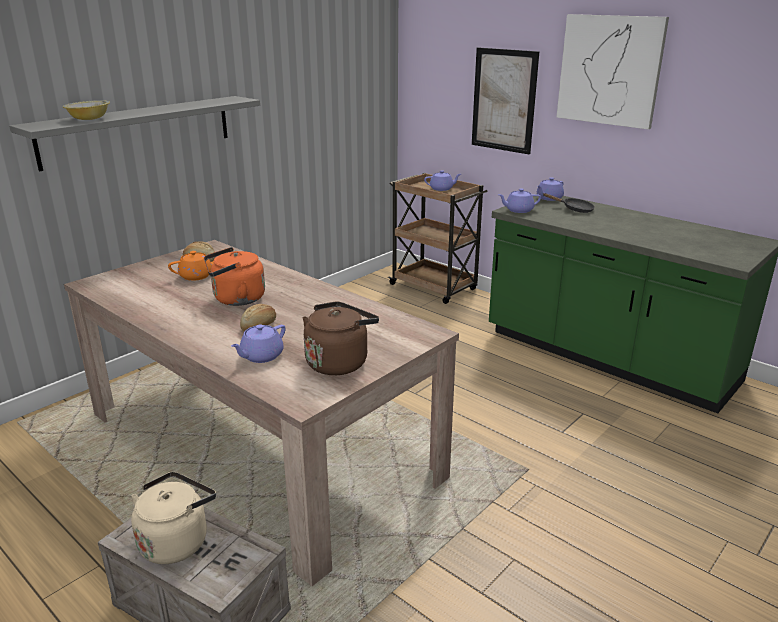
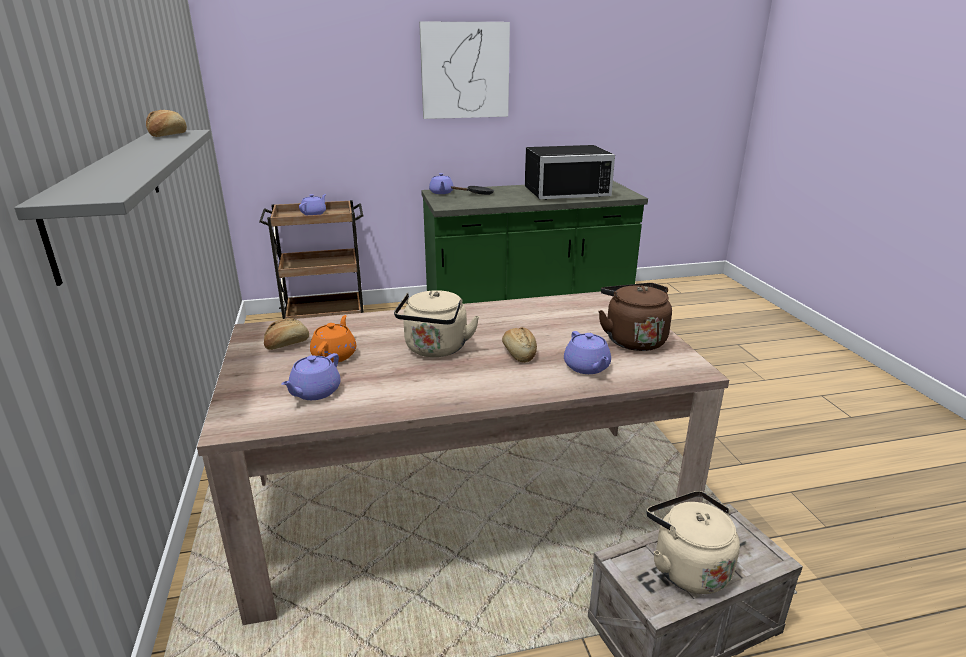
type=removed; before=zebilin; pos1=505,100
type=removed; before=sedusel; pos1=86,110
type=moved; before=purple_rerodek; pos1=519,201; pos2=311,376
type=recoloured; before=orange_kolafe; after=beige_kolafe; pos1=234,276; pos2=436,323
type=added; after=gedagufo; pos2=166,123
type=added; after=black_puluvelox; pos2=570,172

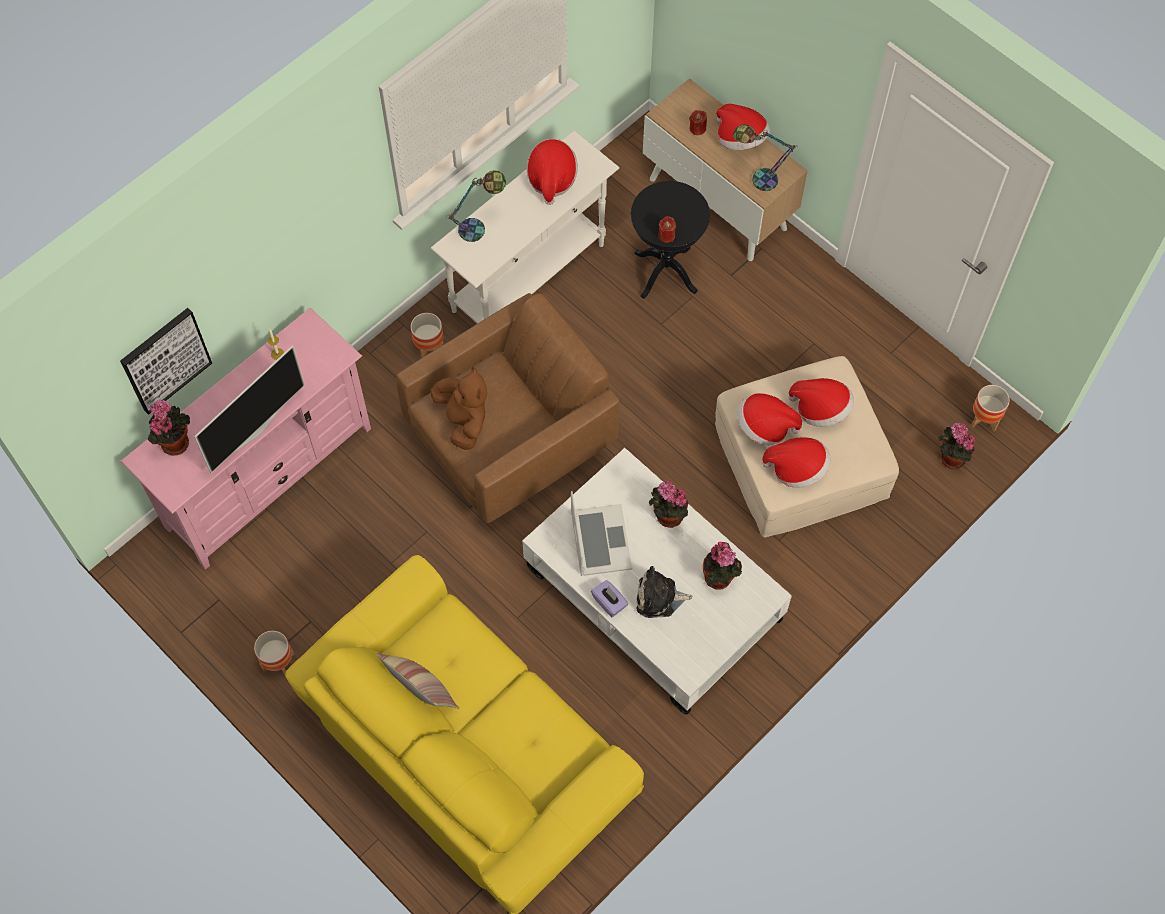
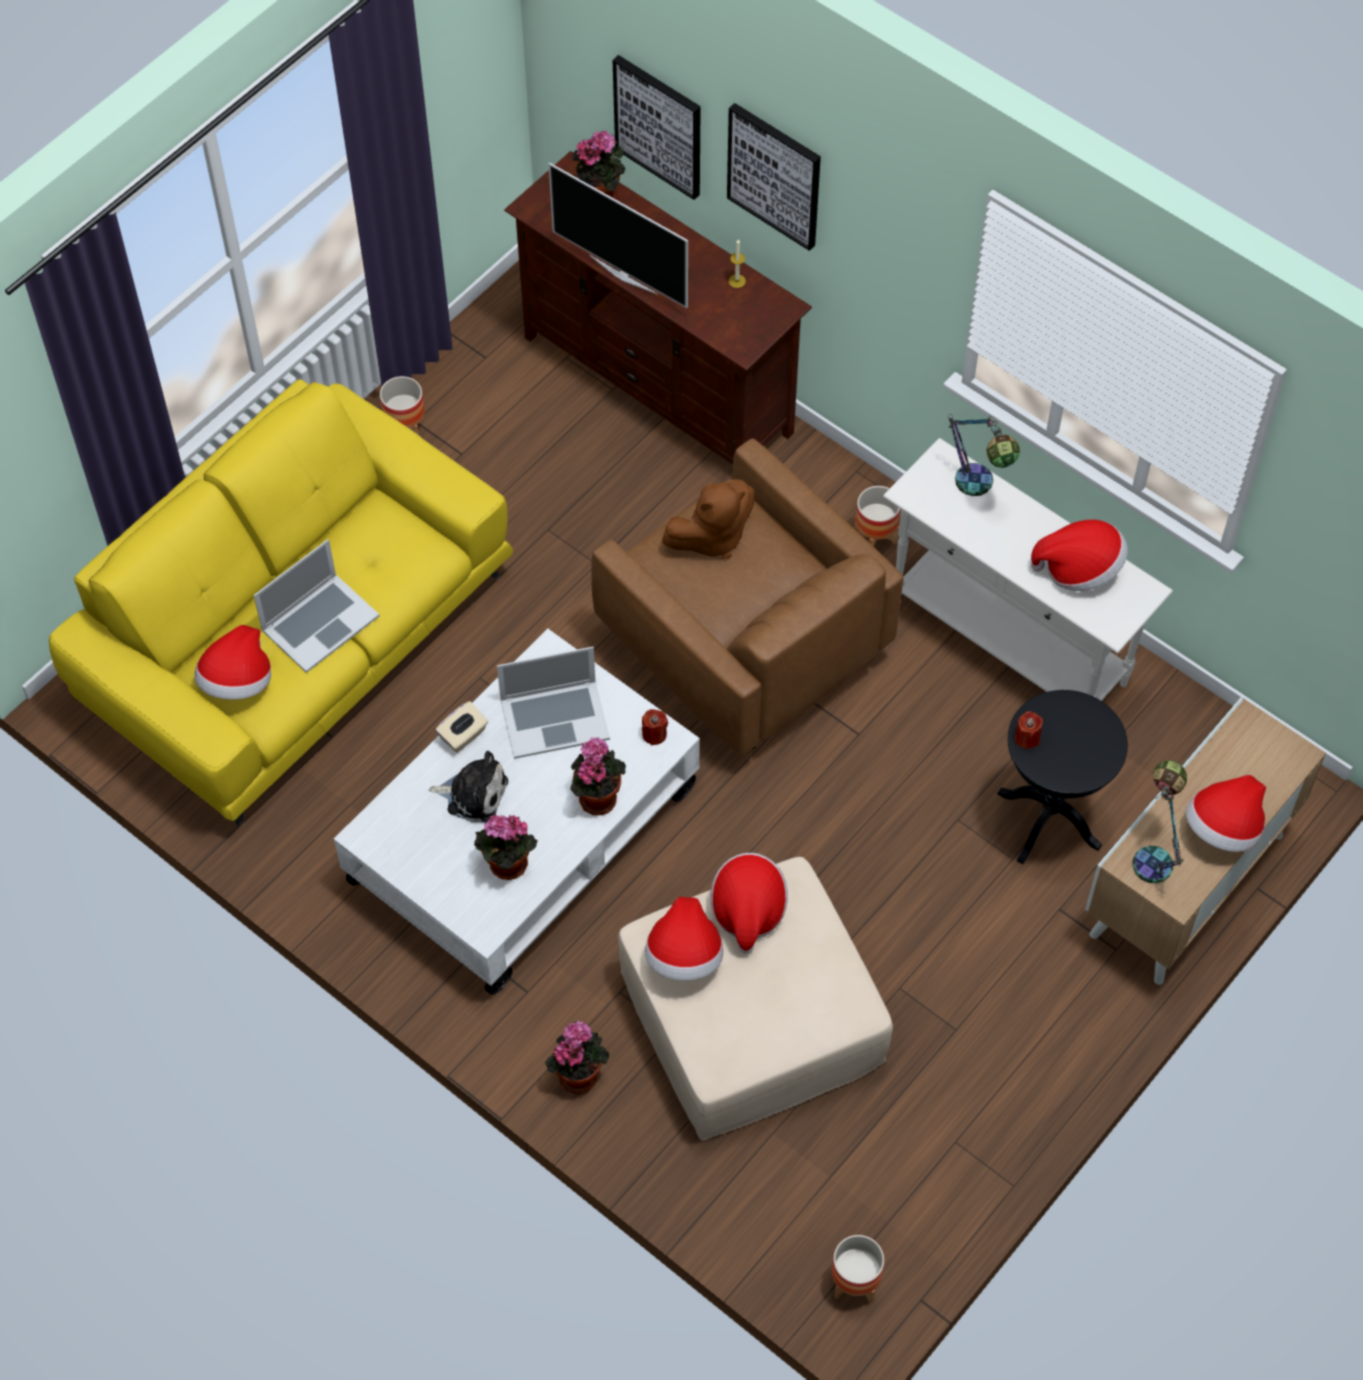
type=moved; before=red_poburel; pos1=698,122; pos2=655,727
type=recoloured; before=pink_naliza; after=brown_naliza; pos1=245,438; pos2=658,308
type=moved; before=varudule; pos1=821,402; pos2=233,662
type=moved; before=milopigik; pos1=956,446; pos2=577,1057
type=turned; before=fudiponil; pos1=664,592; pos2=468,787; turn=105
type=recoloured; before=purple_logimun; after=beige_logimun; pos1=609,599; pos2=461,727
type=removed; before=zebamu; pos1=418,681
type=added; after=zebilin; pos2=774,177
type=added; after=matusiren; pos2=316,606

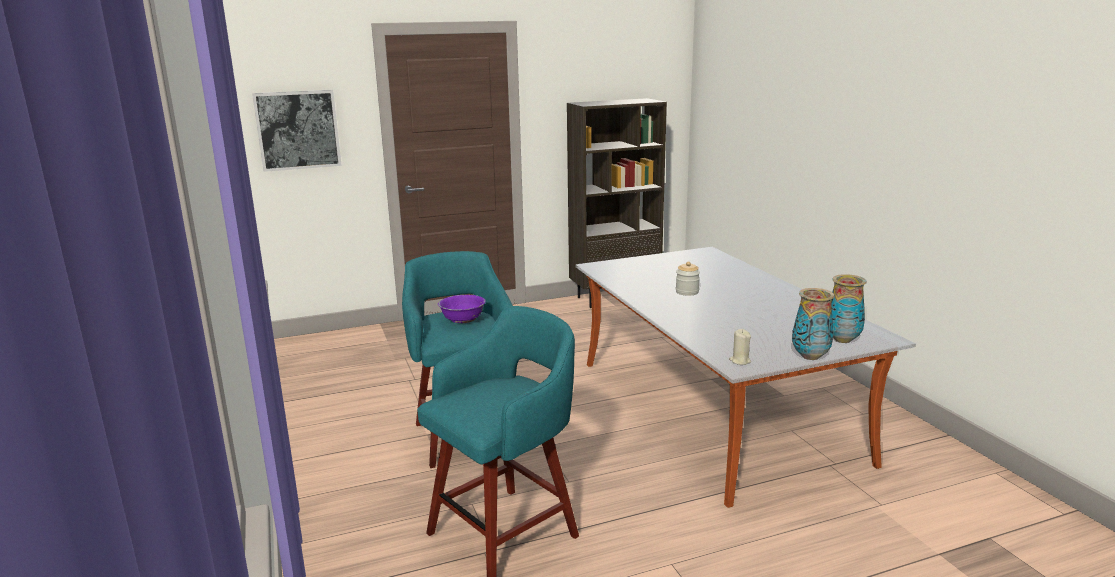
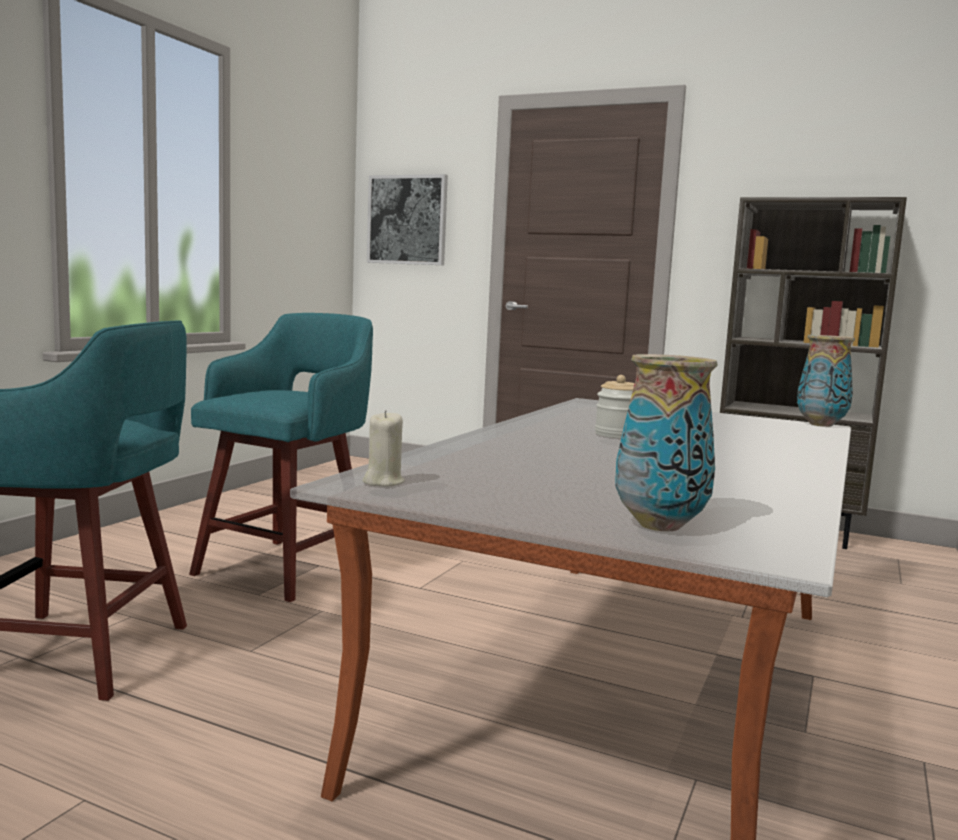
type=moved; before=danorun; pos1=813,324; pos2=826,381
type=removed; before=purple_sedusel; pos1=462,309

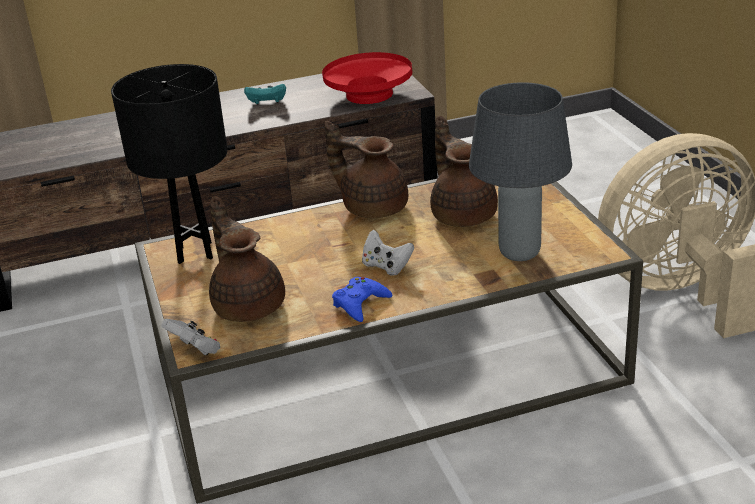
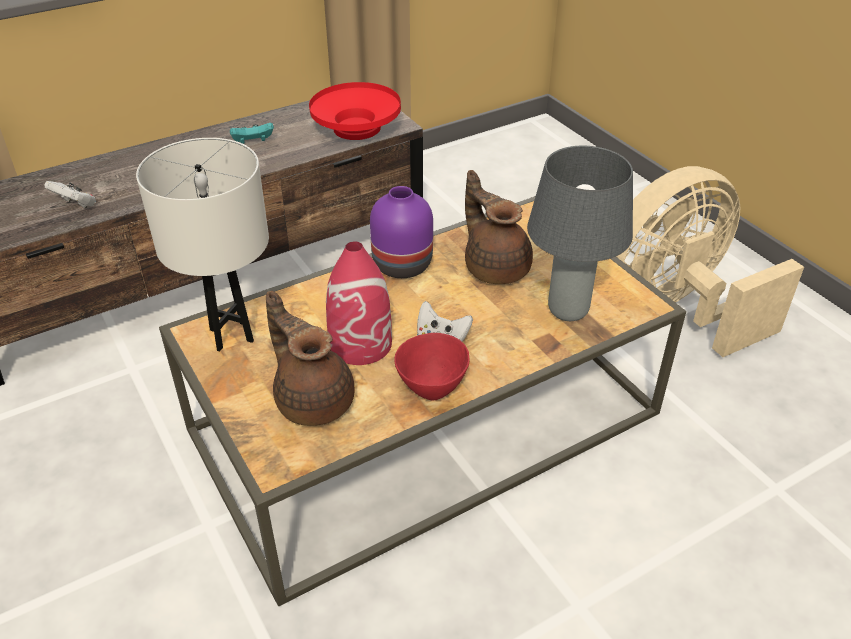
type=recoloured; before=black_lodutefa; after=white_lodutefa; pos1=169,164; pos2=202,245
type=replaced; before=brown_rerodek; after=purple_danorun; pos1=366,170; pos2=401,232
type=replaced; before=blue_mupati; after=red_sedusel; pos1=362,299; pos2=432,366
type=moved; before=white_mupati; pos1=191,337; pos2=70,194
type=added; after=red_danorun; pos2=359,303

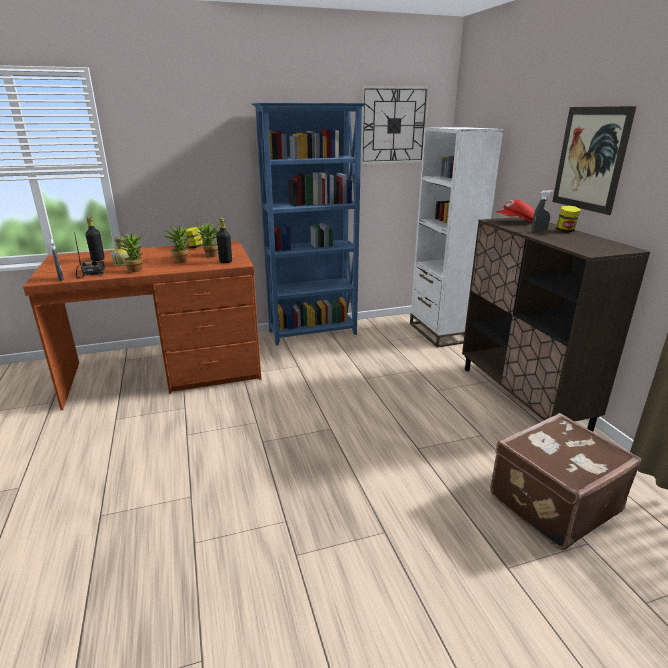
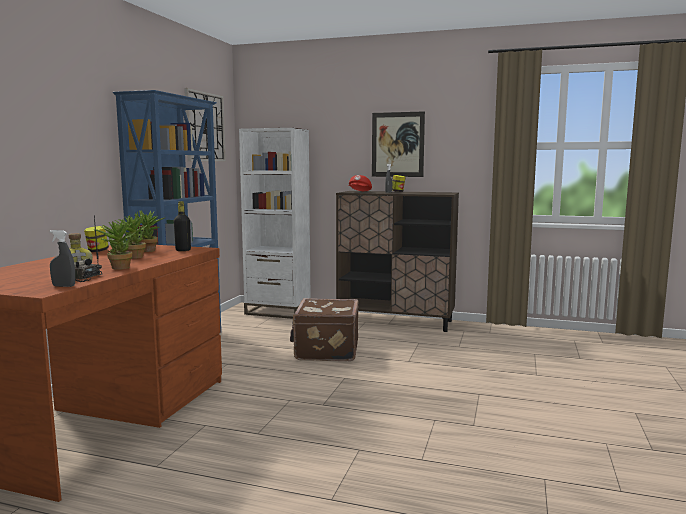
type=removed; before=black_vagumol; pos1=95,239
type=moved; before=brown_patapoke; pos1=565,481; pos2=324,329

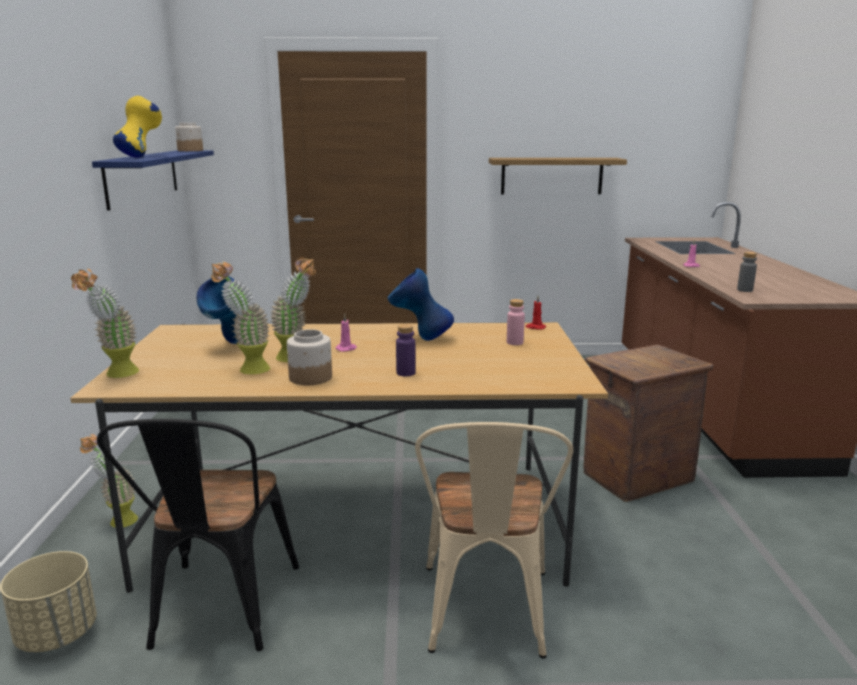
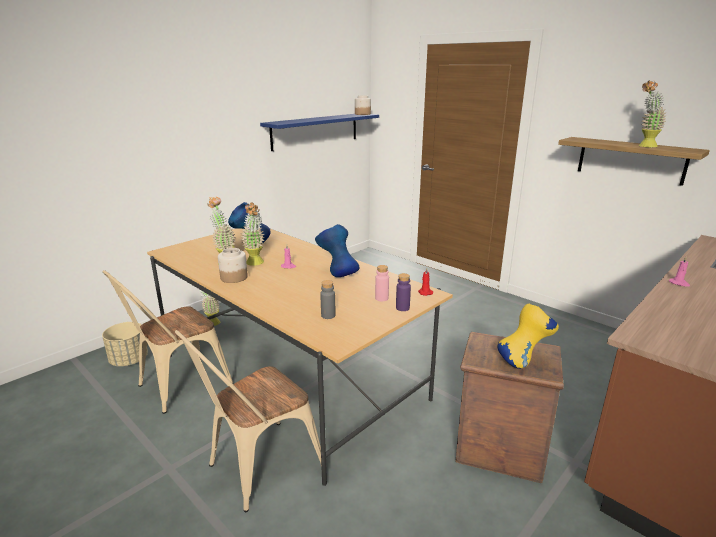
type=moved; before=yellow_danorun; pos1=137,127; pos2=528,336
type=moved; before=grey_vagumol; pos1=747,272; pos2=328,299
type=moved; before=milopigik; pos1=105,323; pos2=652,113
type=moved; before=purple_vagumol; pos1=406,350; pos2=403,292
type=recoloured; before=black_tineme; after=beige_tineme; pos1=198,535; pos2=168,342

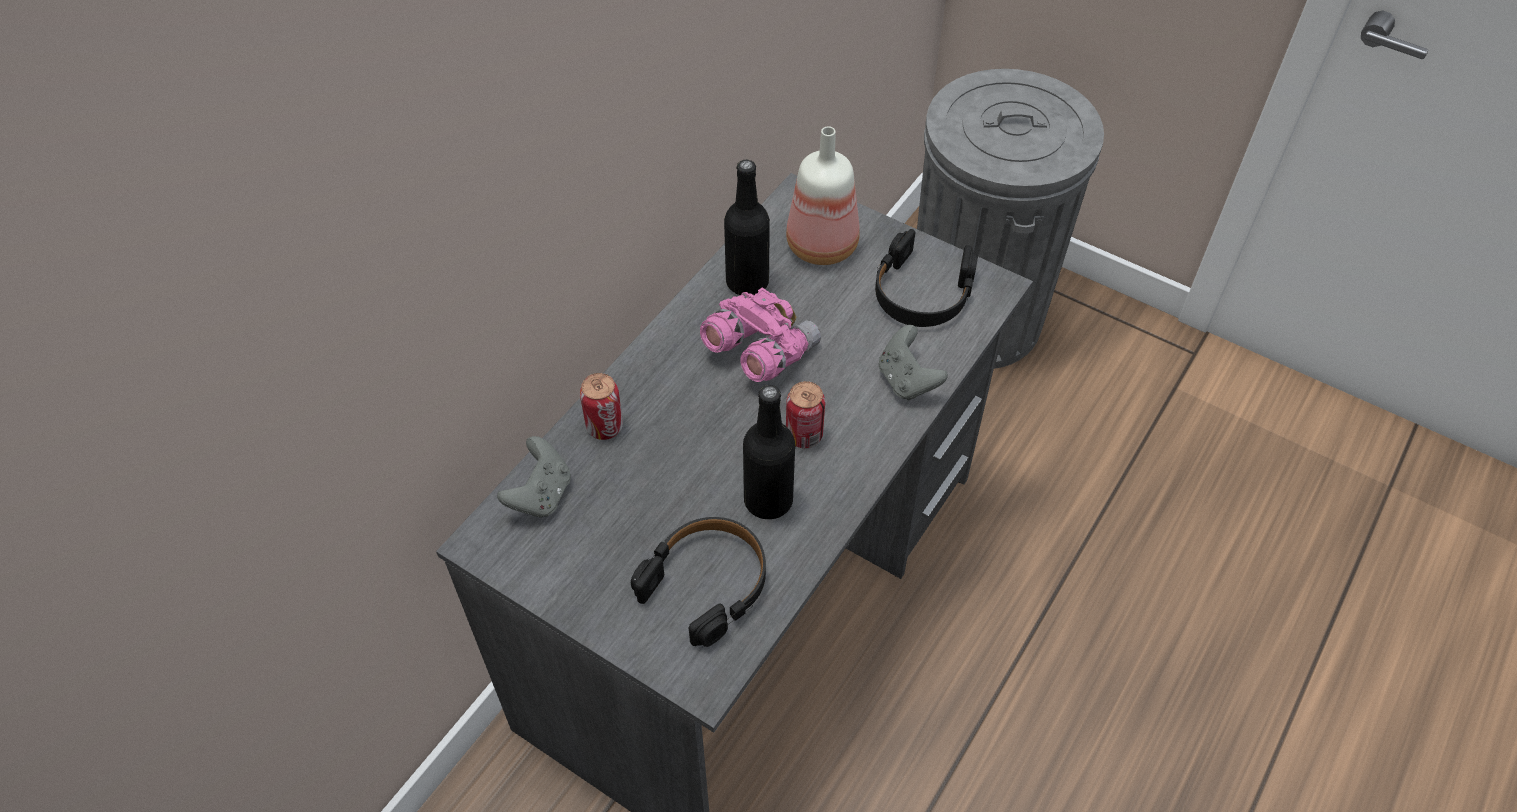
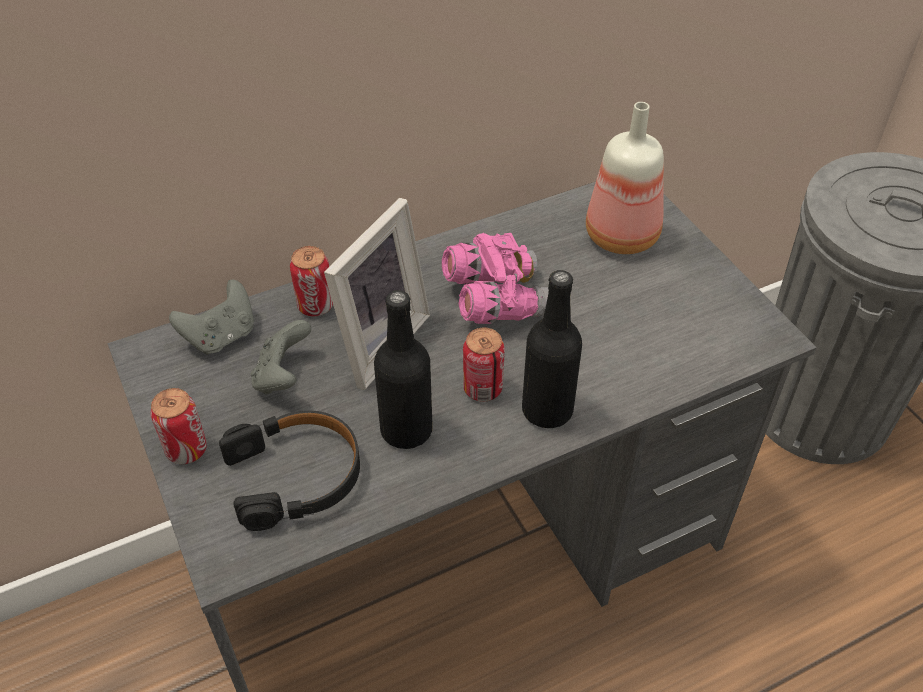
type=moved; before=black_vagumol; pos1=747,227; pos2=552,349
type=removed; before=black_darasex; pos1=926,278
type=moved; before=grey_mupati; pos1=913,362; pos2=280,357
type=added; after=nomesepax; pos2=377,294
type=added; after=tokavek; pos2=179,426

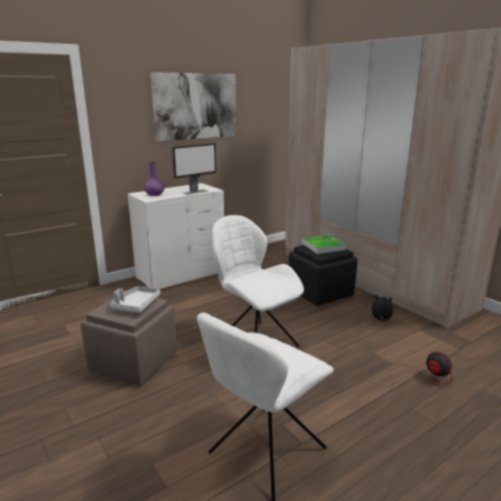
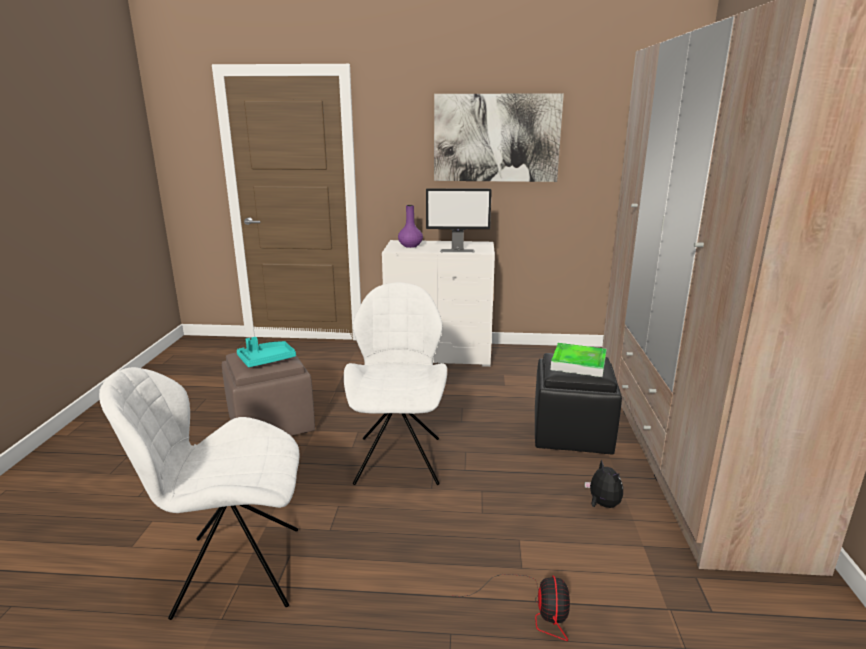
type=recoloured; before=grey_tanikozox; after=turquoise_tanikozox; pos1=135,299; pos2=266,352

